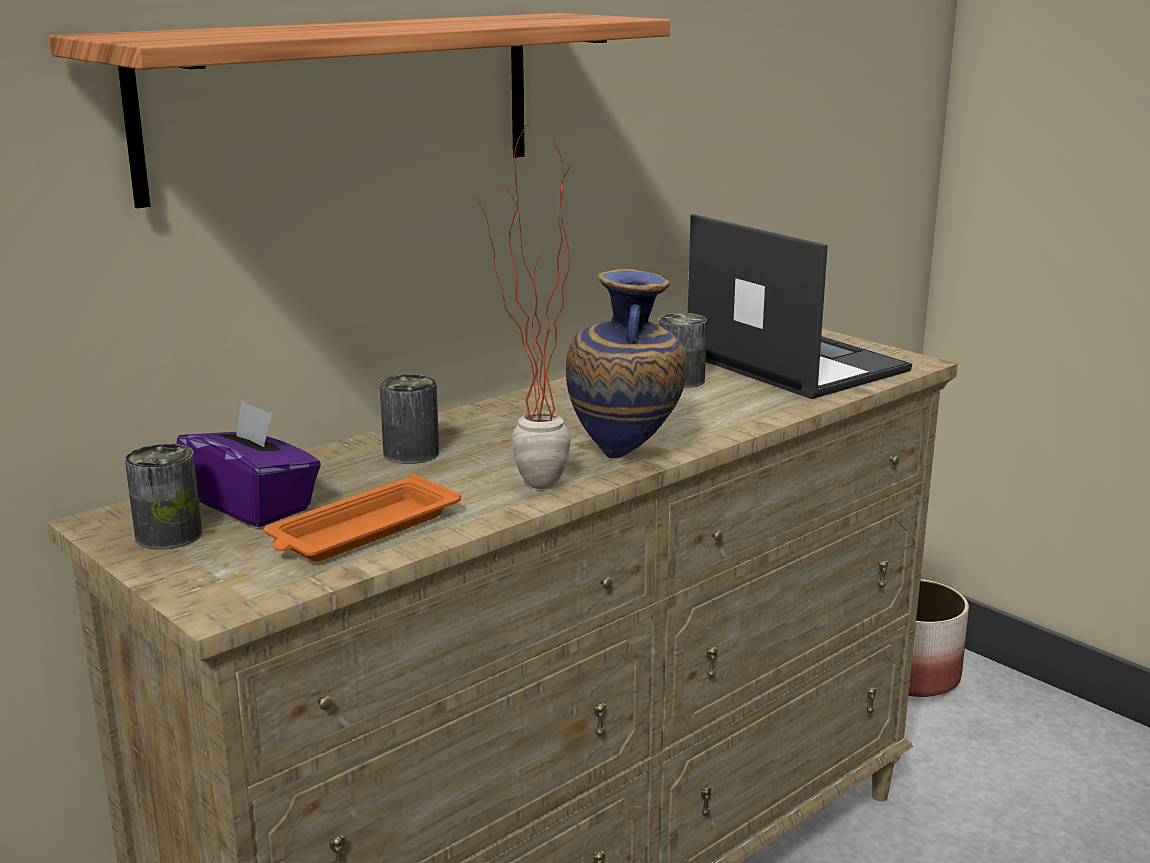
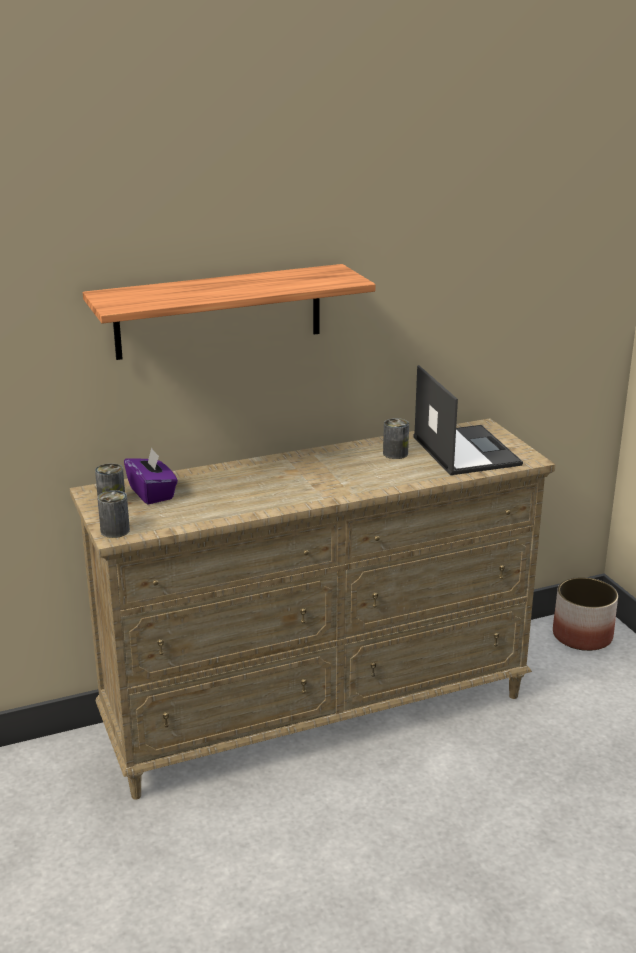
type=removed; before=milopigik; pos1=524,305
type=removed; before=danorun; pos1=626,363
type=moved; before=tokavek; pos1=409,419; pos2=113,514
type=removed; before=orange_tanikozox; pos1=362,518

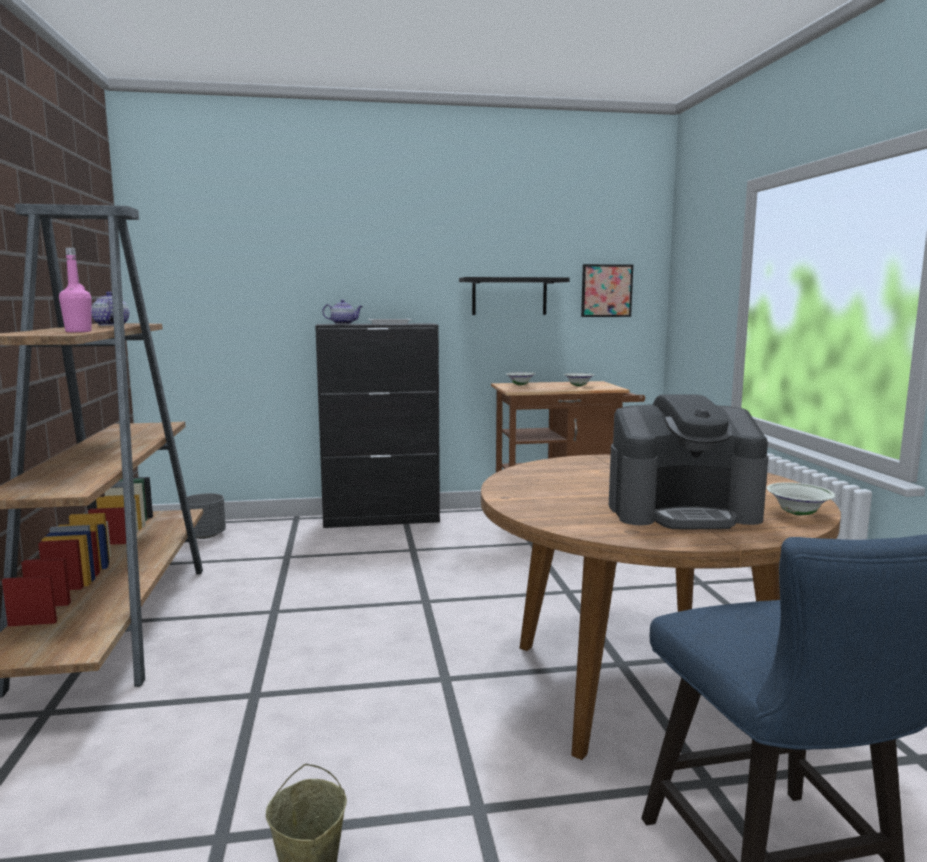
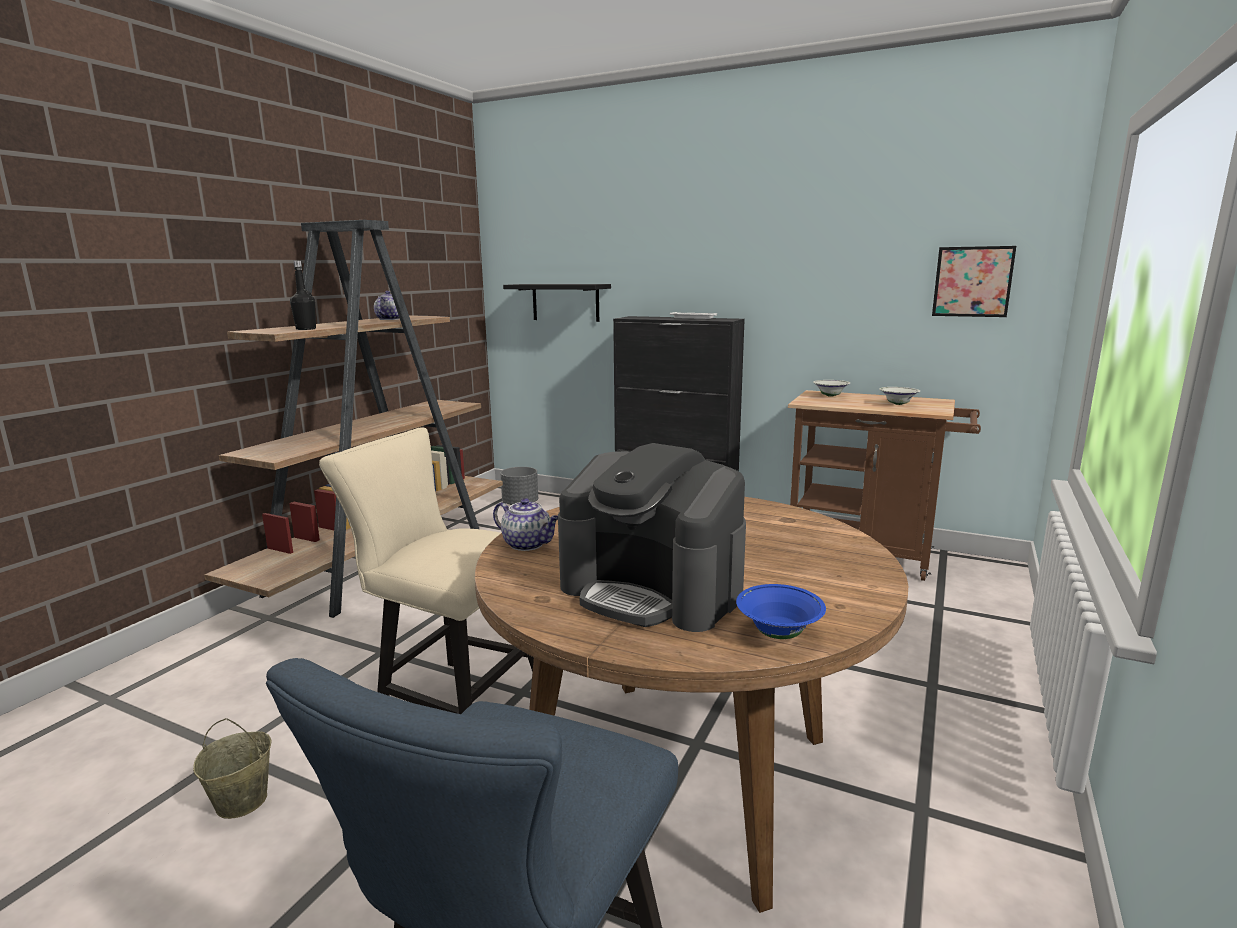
type=recoloured; before=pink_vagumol; after=black_vagumol; pos1=75,289; pos2=303,295
type=moved; before=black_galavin; pos1=514,296; pos2=557,303
type=moved; before=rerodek; pos1=342,312; pos2=525,524
type=recoloured; before=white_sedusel; after=blue_sedusel; pos1=800,499; pos2=781,611
type=added; after=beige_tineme; pos2=426,570

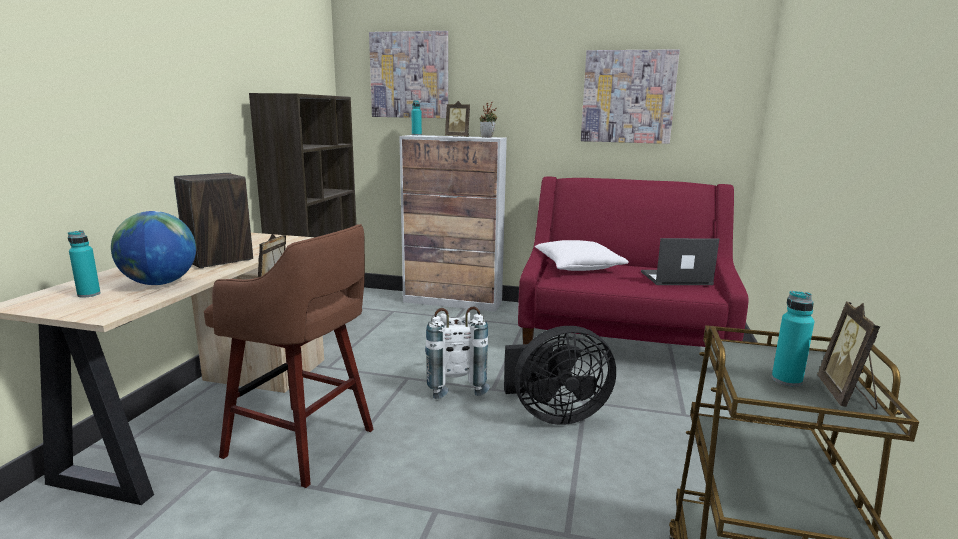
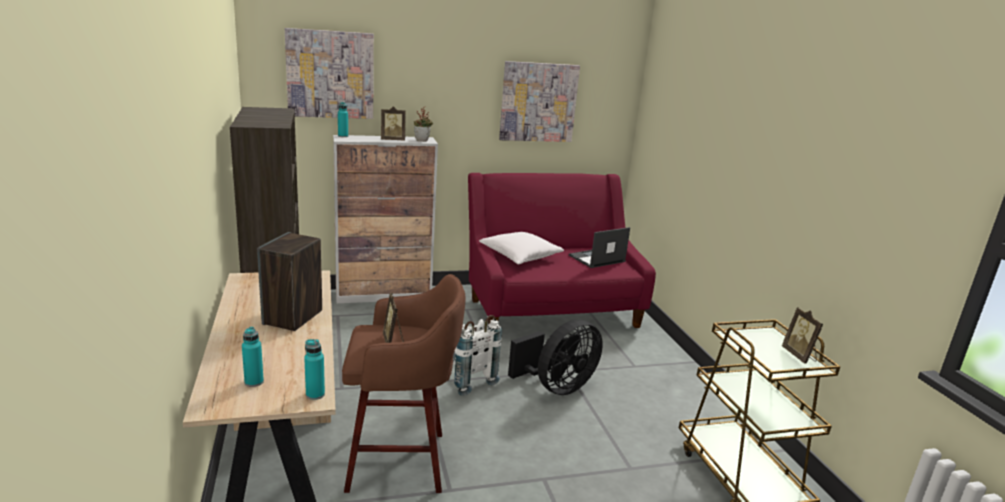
type=removed; before=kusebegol; pos1=153,248
type=moved; before=turquoise_vagumol; pos1=793,339; pos2=314,369

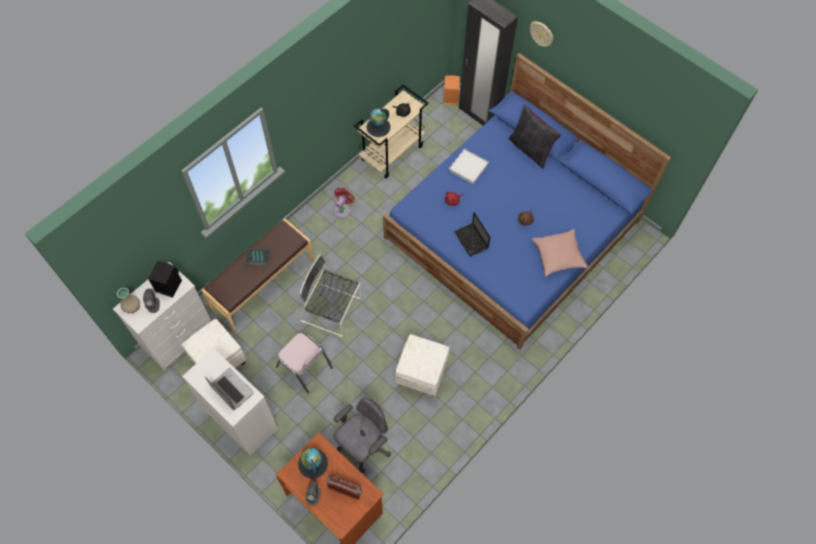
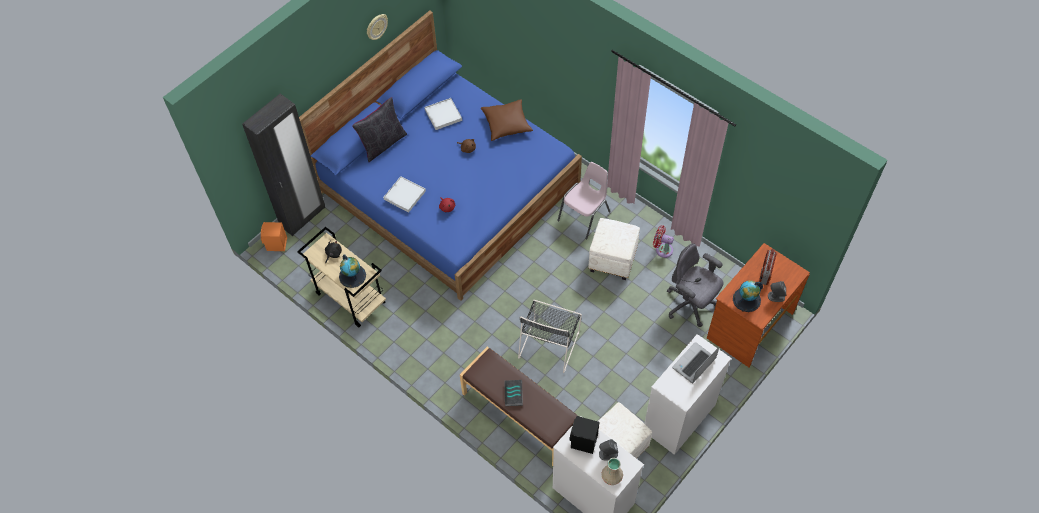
type=moved; before=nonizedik; pos1=541,34; pos2=377,27
type=moved; before=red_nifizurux; pos1=344,202; pos2=663,241
type=removed; before=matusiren; pos1=472,234
type=recoloured; before=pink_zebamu; after=brown_zebamu; pos1=560,253; pos2=507,120
type=moved; before=pink_tineme; pos1=304,363; pos2=583,201
type=added; after=white_tanikozox; pos2=443,114

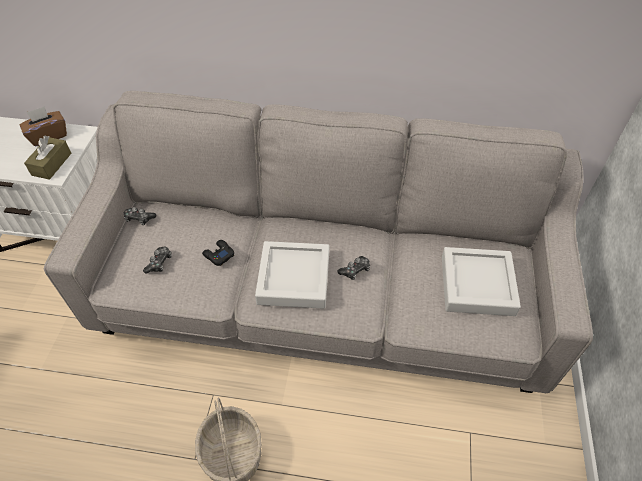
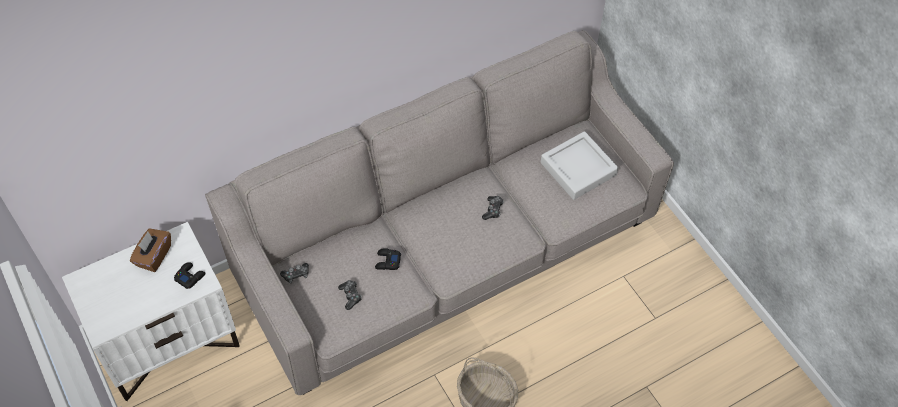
type=replaced; before=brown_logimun; after=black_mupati; pos1=47,158; pos2=189,275
type=removed; before=grey_tanikozox; pos1=292,275

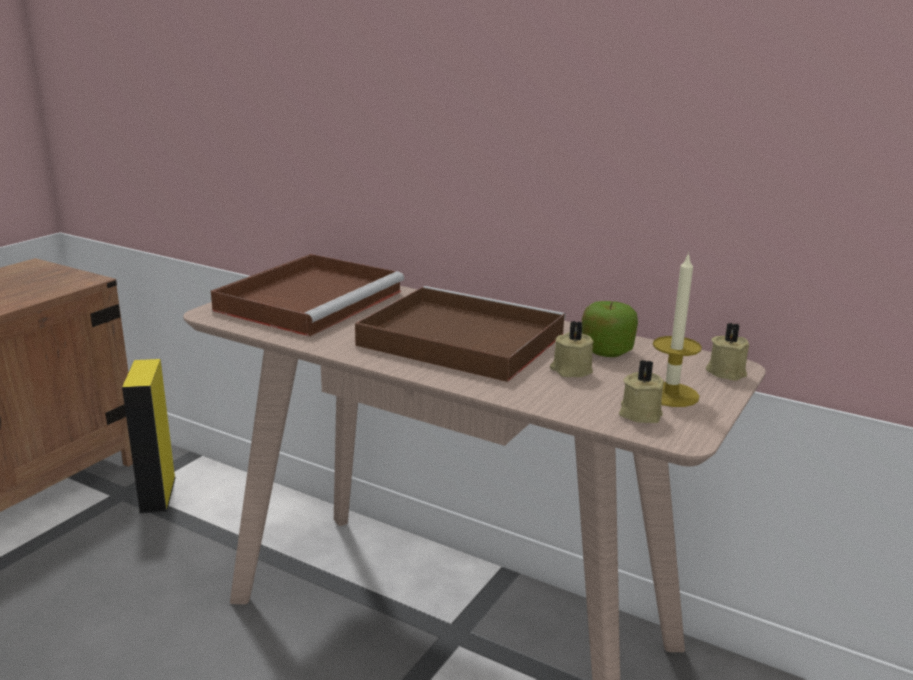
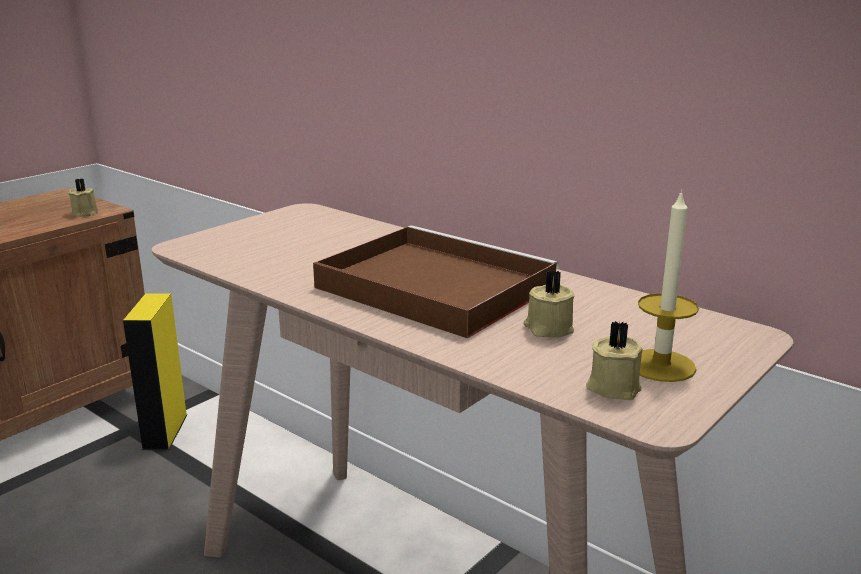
type=removed; before=brown_tanikozox; pos1=307,295
type=removed; before=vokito; pos1=610,329
type=moved; before=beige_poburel; pos1=727,352; pos2=83,198

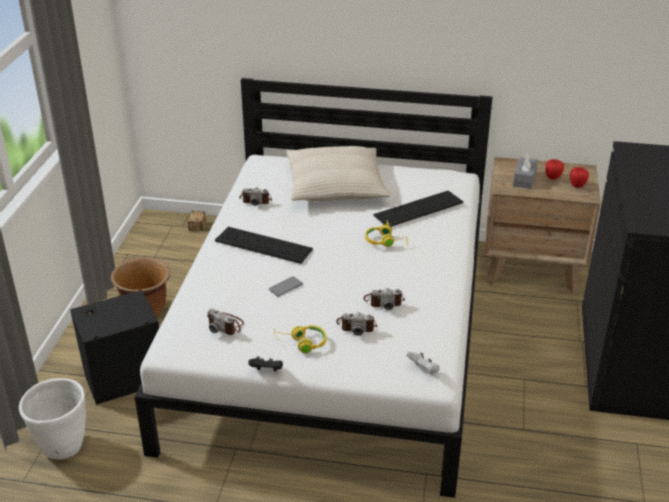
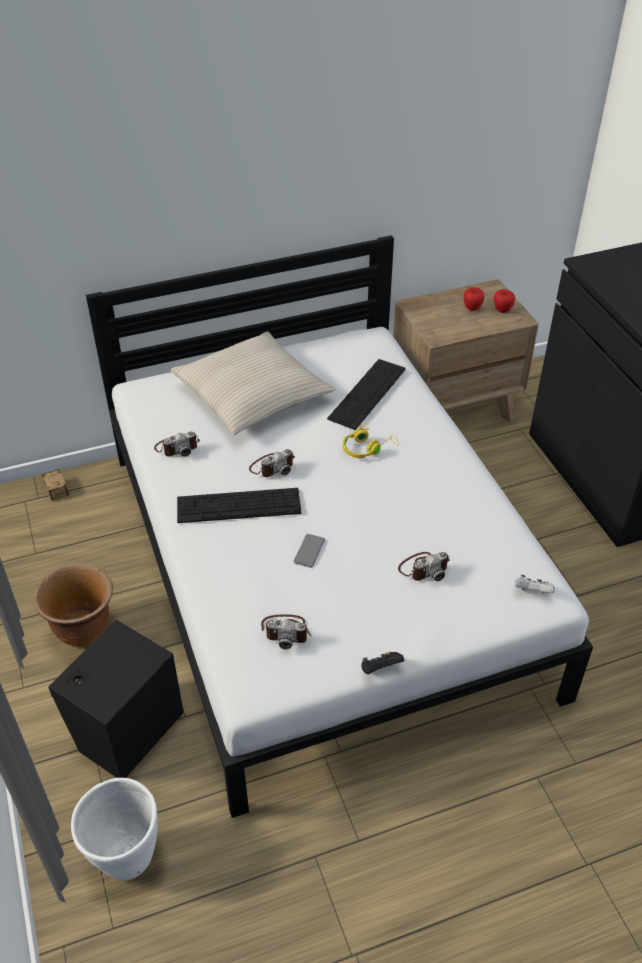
type=removed; before=grey_logimun; pos1=525,171
type=moved; before=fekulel; pos1=384,299; pos2=272,463
type=removed; before=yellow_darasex; pos1=300,339

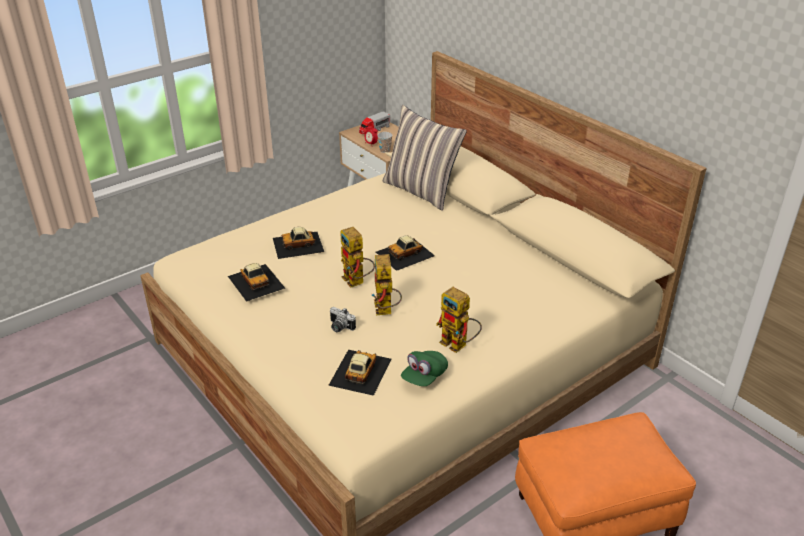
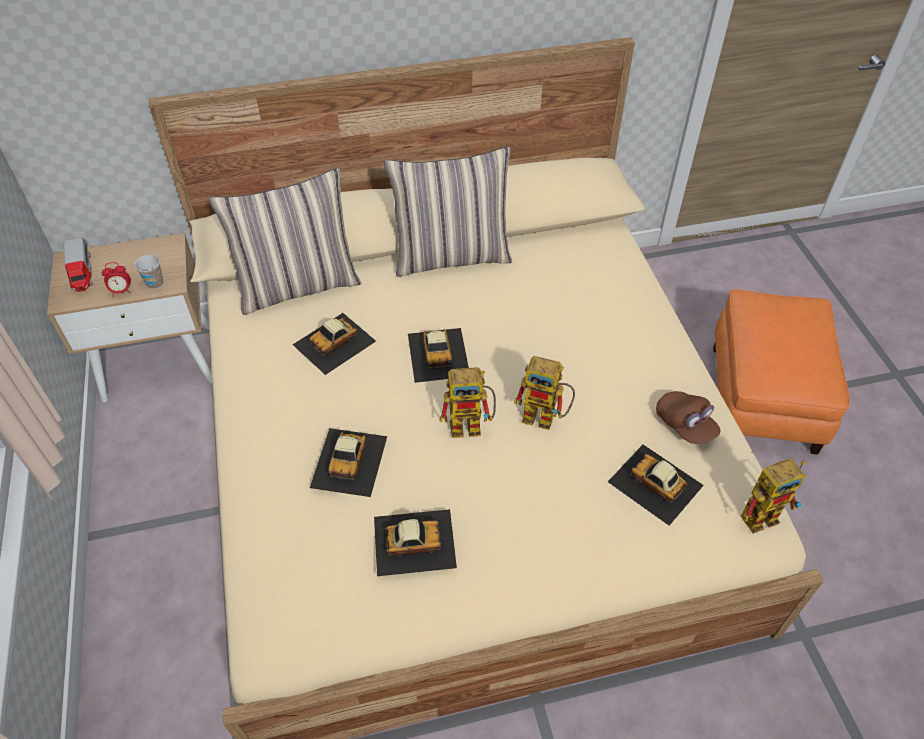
type=moved; before=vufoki; pos1=459,320; pos2=773,496
type=removed; before=fekulel; pos1=342,319
type=recoloured; before=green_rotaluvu; after=brown_rotaluvu; pos1=424,368; pos2=688,417
type=added; after=zebamu; pos2=448,212
type=added; after=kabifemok; pos2=334,344

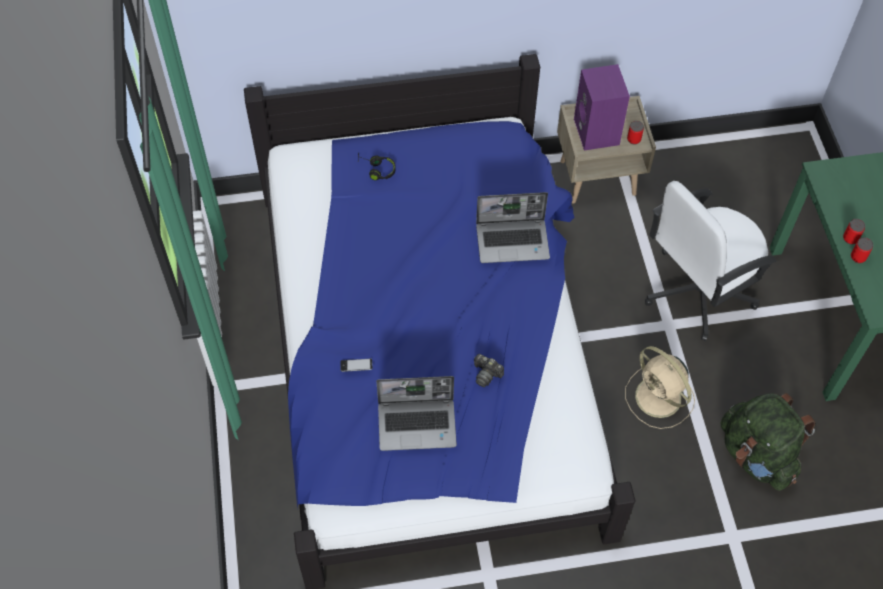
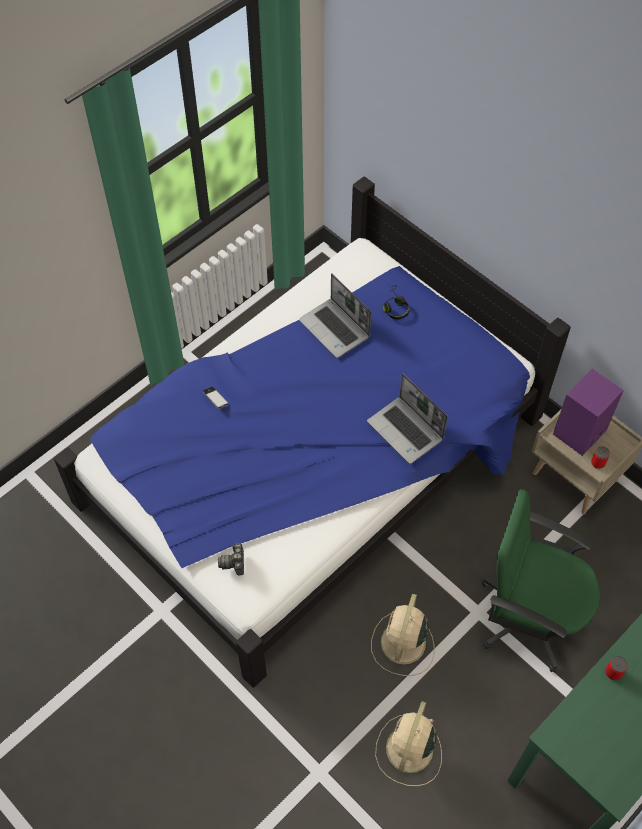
type=recoloured; before=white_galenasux; after=green_galenasux; pos1=711,261; pos2=541,580
type=removed; before=tokavek; pos1=862,250
type=moved; before=fekulel; pos1=489,370; pos2=231,559
type=moved; before=matusiren; pos1=416,413; pos2=335,315
type=replaced; before=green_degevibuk; after=beige_nifizurux; pos1=768,442; pos2=408,743

